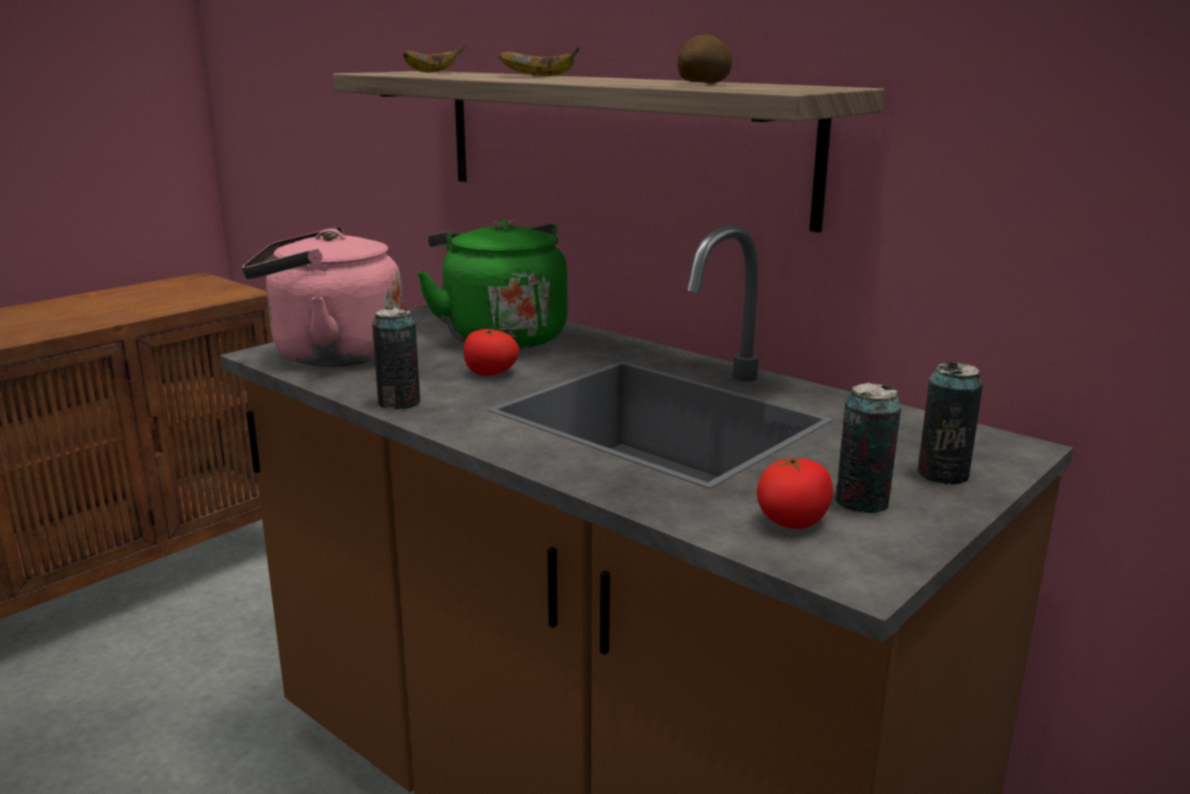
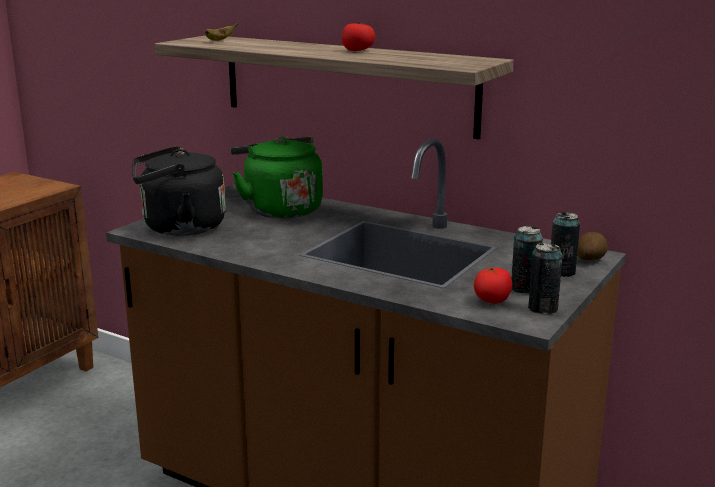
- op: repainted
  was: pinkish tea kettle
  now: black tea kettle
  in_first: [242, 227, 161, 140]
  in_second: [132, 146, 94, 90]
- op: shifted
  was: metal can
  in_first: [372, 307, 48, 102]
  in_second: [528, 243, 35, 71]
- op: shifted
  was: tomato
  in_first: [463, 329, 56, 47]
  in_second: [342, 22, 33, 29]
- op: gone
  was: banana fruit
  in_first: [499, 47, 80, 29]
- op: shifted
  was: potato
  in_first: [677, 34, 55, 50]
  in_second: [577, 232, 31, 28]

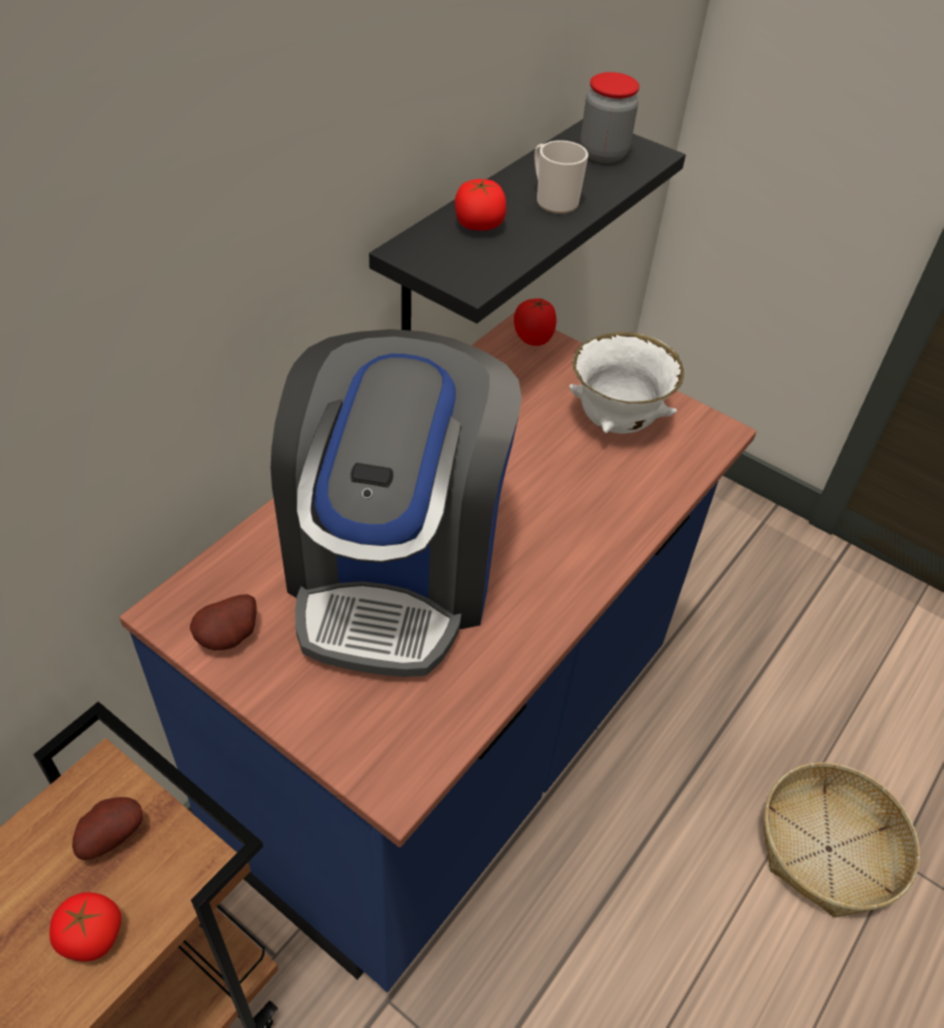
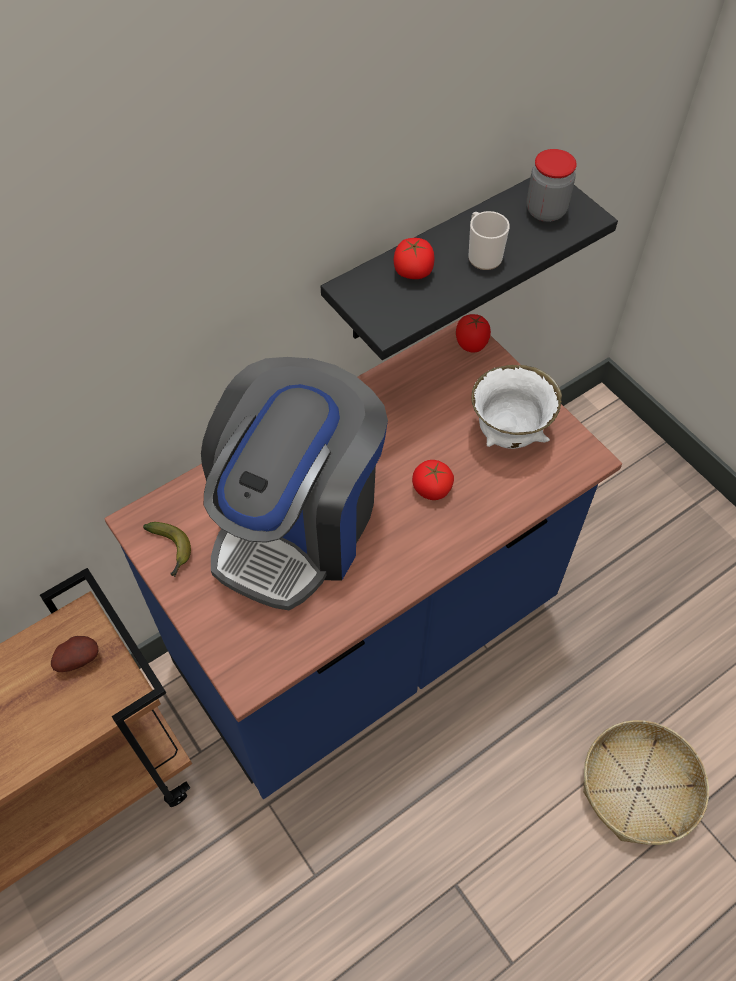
- op: shifted
  was: tomato
  in_first: [49, 892, 72, 70]
  in_second: [412, 460, 42, 40]
- op: swapped
  was: potato
  now: banana fruit
  in_first: [190, 594, 67, 56]
  in_second: [143, 522, 48, 55]

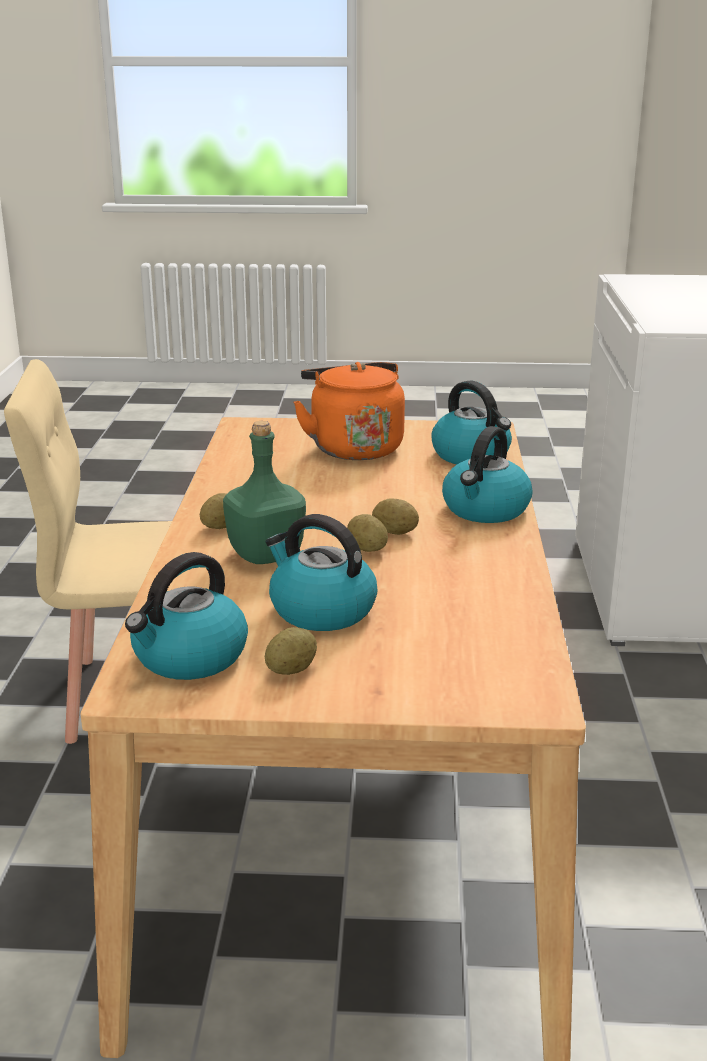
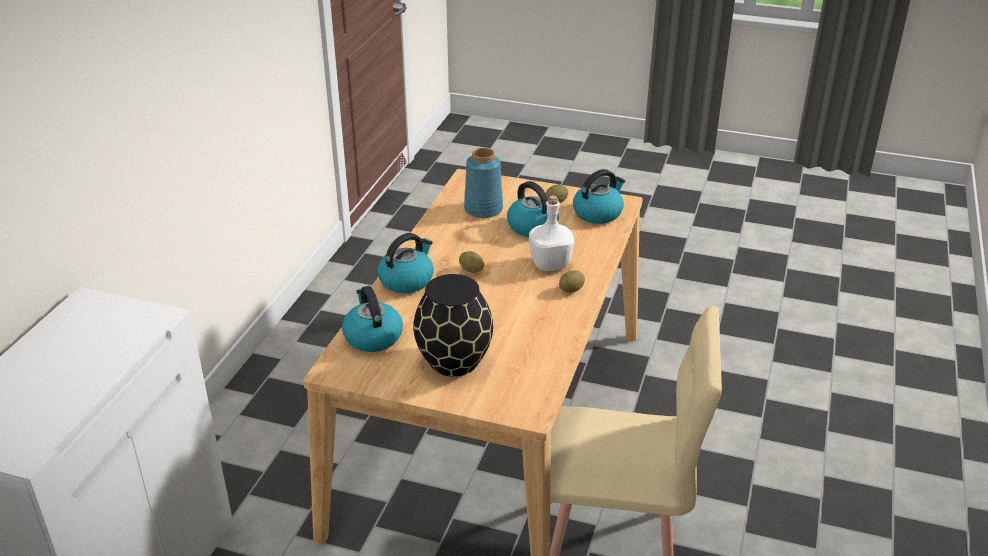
- op: repainted
  was: greenish beverage bottle
  now: white beverage bottle
  in_first: [223, 421, 83, 143]
  in_second: [529, 195, 45, 76]
- op: swapped
  was: orangey tea kettle
  now: black flower vase
  in_first: [294, 362, 111, 98]
  in_second: [413, 274, 80, 103]
- op: gone
  was: potato
  in_first: [347, 514, 41, 38]
- op: new
  now: blue-coloured flower vase
  in_second: [464, 148, 39, 70]

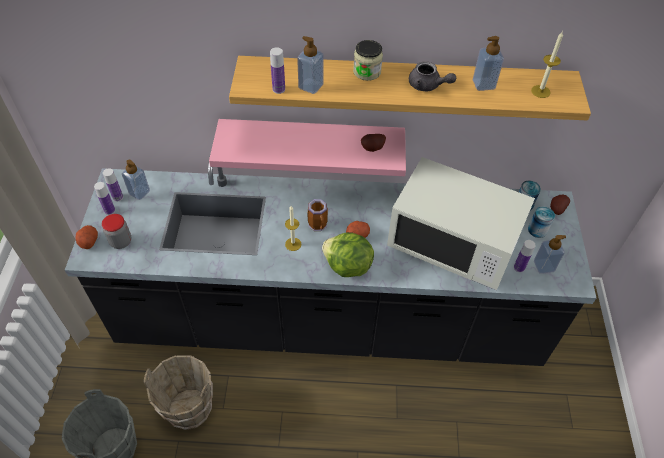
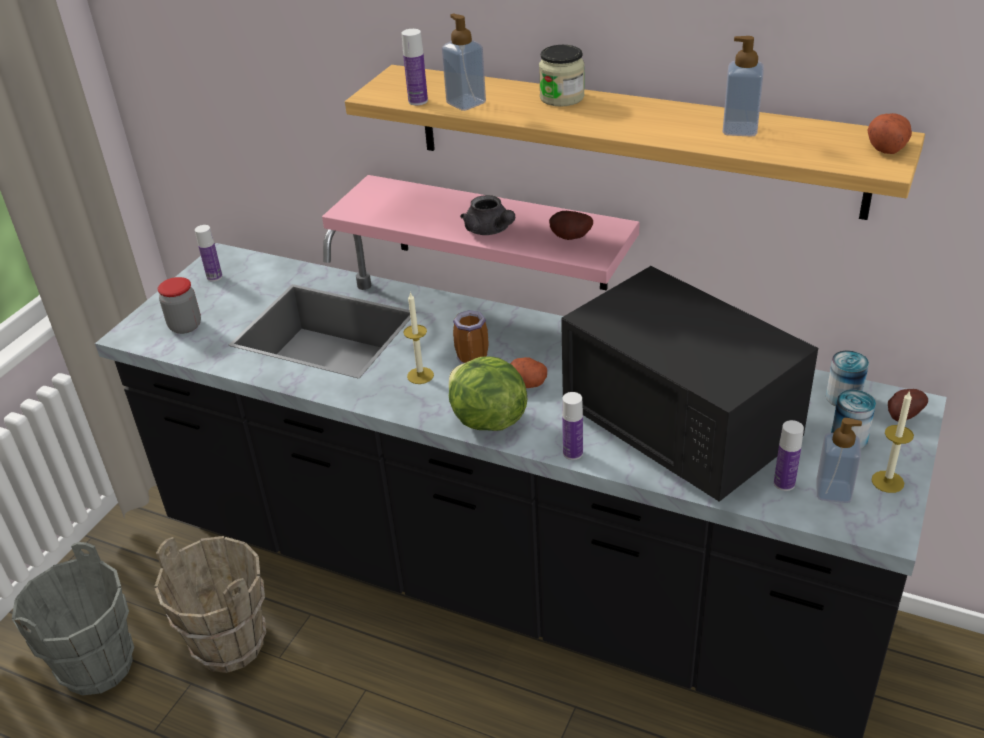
- op: shifted
  was: potato
  in_first: [75, 225, 23, 24]
  in_second: [867, 113, 45, 41]
- op: shifted
  was: beverage bottle
  in_first: [94, 182, 21, 33]
  in_second: [562, 392, 21, 68]
- op: gone
  was: soap bottle
  in_first: [122, 160, 28, 40]
- op: repainted
  was: white microwave
  now: black microwave
  in_first: [387, 157, 148, 133]
  in_second: [561, 266, 257, 236]
- op: shifted
  was: grey teapot
  in_first: [409, 61, 47, 30]
  in_second: [460, 195, 55, 40]
- op: shifted
  was: candle
  in_first: [531, 32, 32, 66]
  in_second: [872, 391, 42, 102]

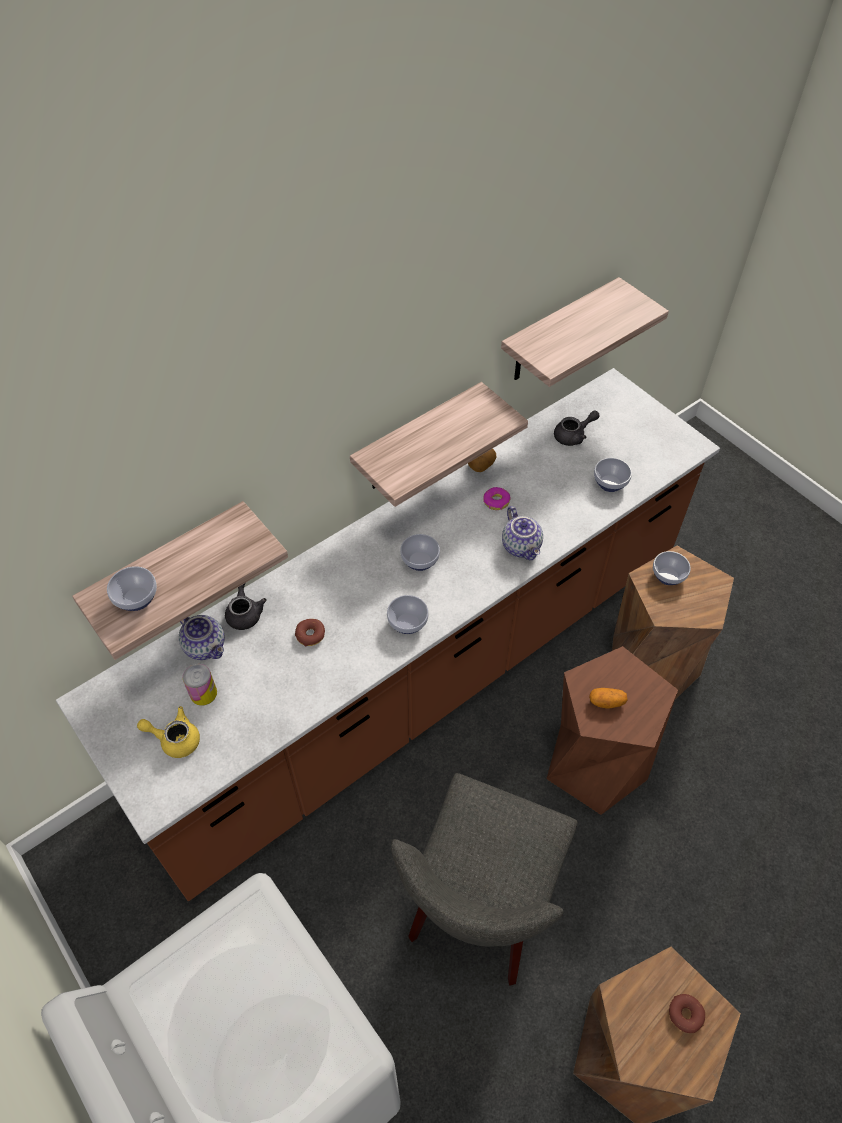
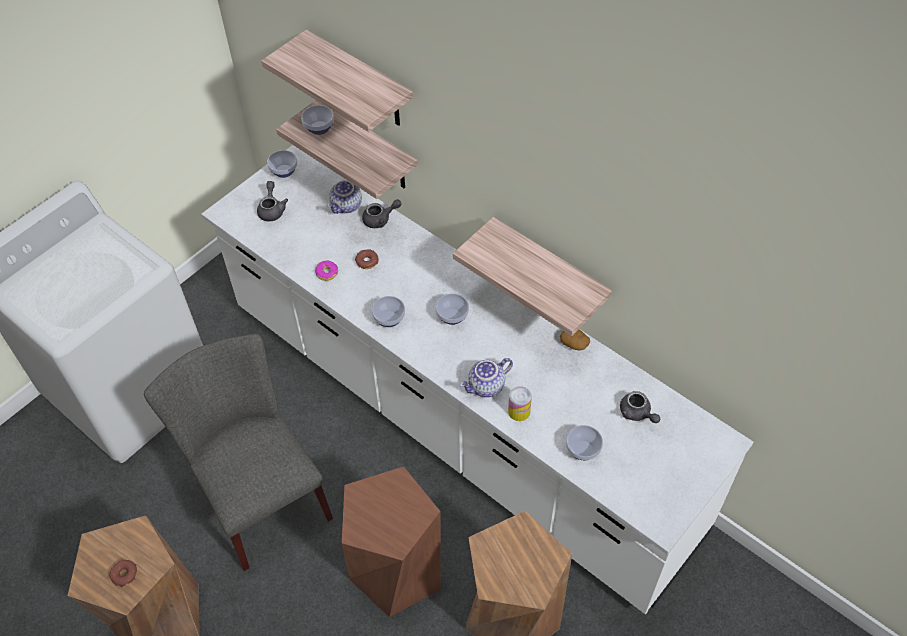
- op: repainted
  was: brown kitchen counter
  now: white kitchen counter
  in_first: [56, 368, 664, 533]
  in_second: [201, 145, 553, 469]
- op: repainted
  was: yellow-coloured teapot
  now: grey teapot
  in_first: [137, 706, 63, 52]
  in_second: [257, 181, 31, 41]
- op: shifted
  was: metal can
  in_first: [183, 664, 34, 42]
  in_second: [508, 386, 24, 35]
- op: rotated
  was: grey plain chair
  in_first: [391, 773, 187, 213]
  in_second: [144, 334, 189, 237]
  clockwise: 45
- op: shifted
  was: donut
  in_first: [483, 487, 28, 23]
  in_second: [315, 260, 23, 21]
- op: shifted
  was: bracket shelf
  in_first: [501, 277, 168, 110]
  in_second: [261, 30, 152, 102]
- op: gone
  was: potato
  in_first: [589, 688, 39, 21]
- op: shifted
  was: deep dish
  in_first: [653, 551, 38, 34]
  in_second: [267, 150, 30, 28]

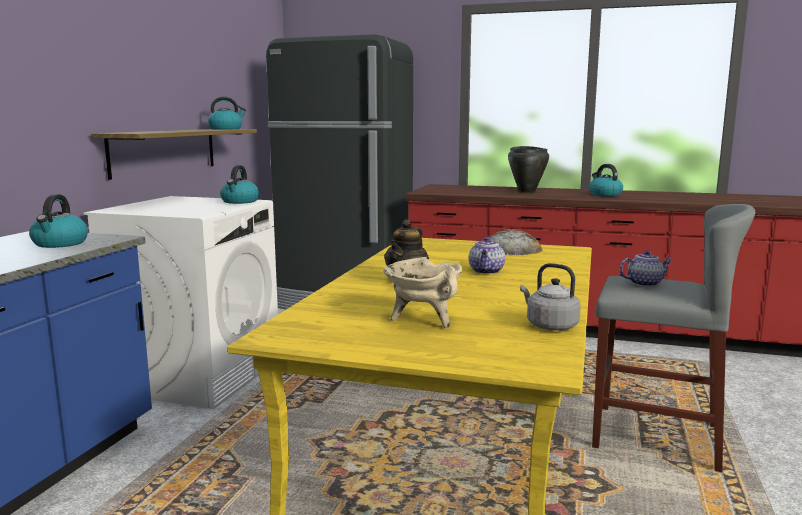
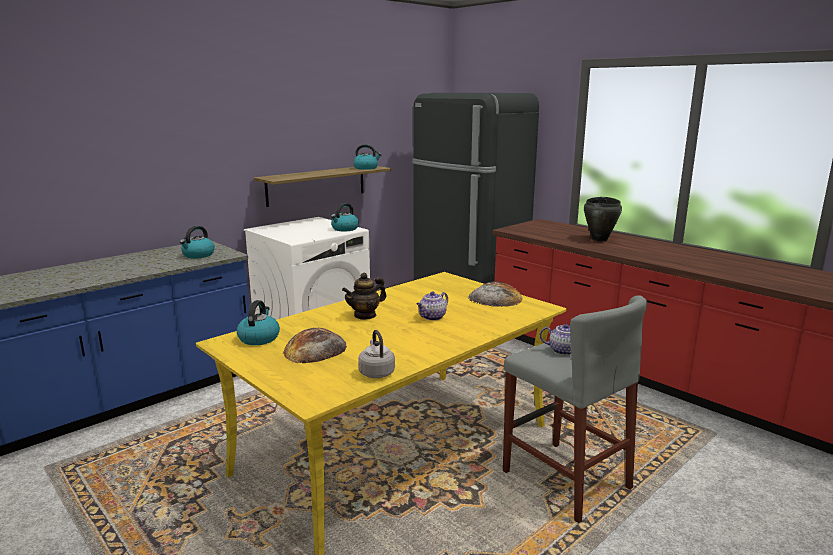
- op: swapped
  was: sand-coloured cooking pot
  now: baked bread
  in_first: [383, 257, 79, 72]
  in_second: [283, 328, 64, 35]
- op: shifted
  was: tea kettle
  in_first: [589, 164, 34, 32]
  in_second: [237, 300, 43, 45]

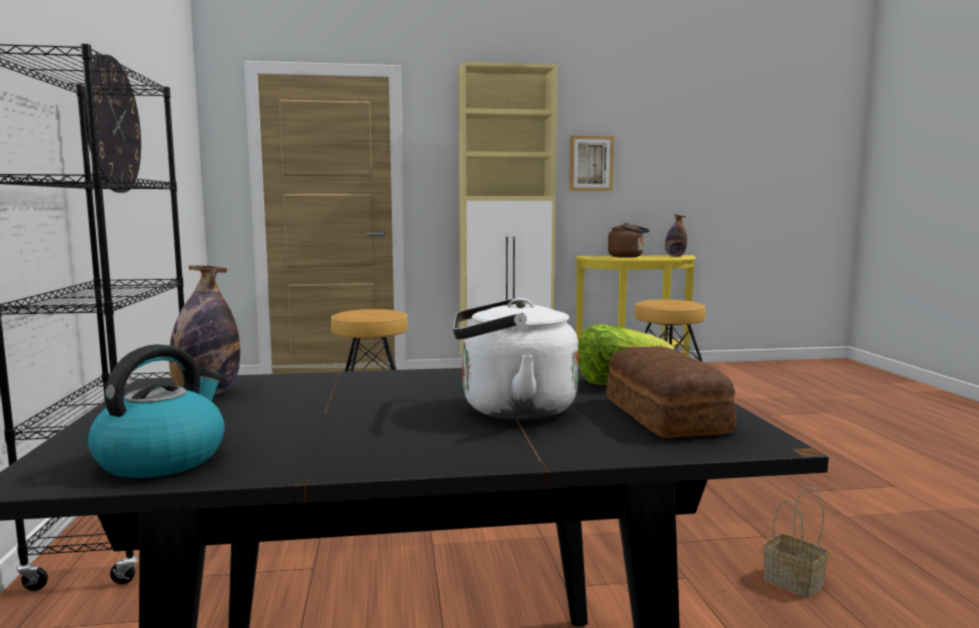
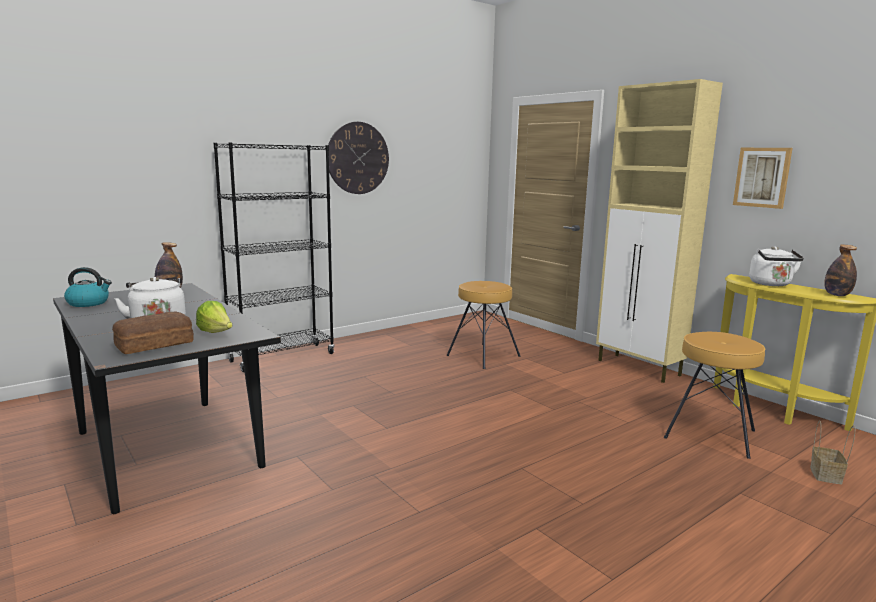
- op: repainted
  was: brown tea kettle
  now: white tea kettle
  in_first: [608, 223, 42, 35]
  in_second: [749, 247, 55, 39]
- op: shifted
  was: storage basket
  in_first: [763, 487, 66, 111]
  in_second: [810, 420, 45, 65]

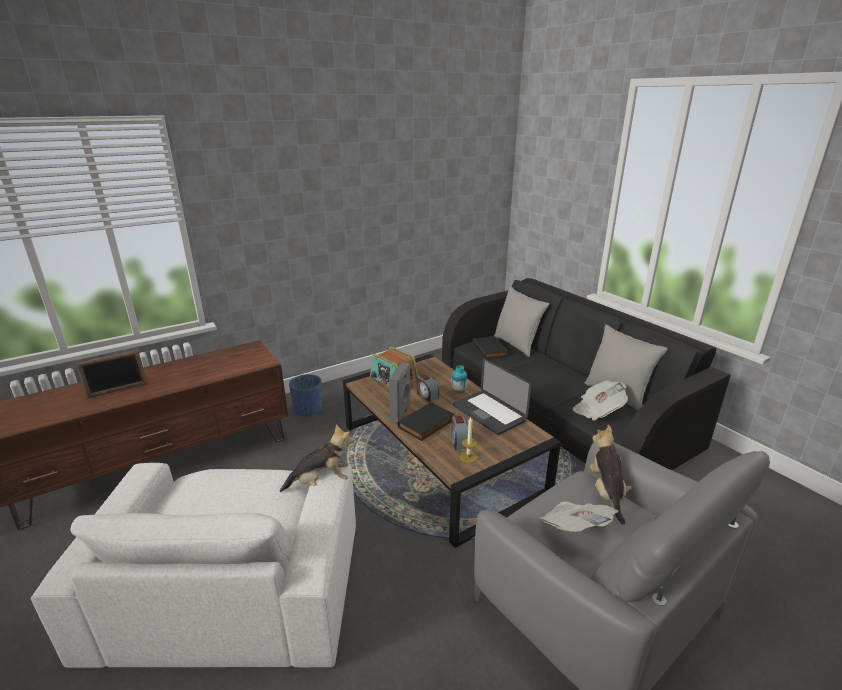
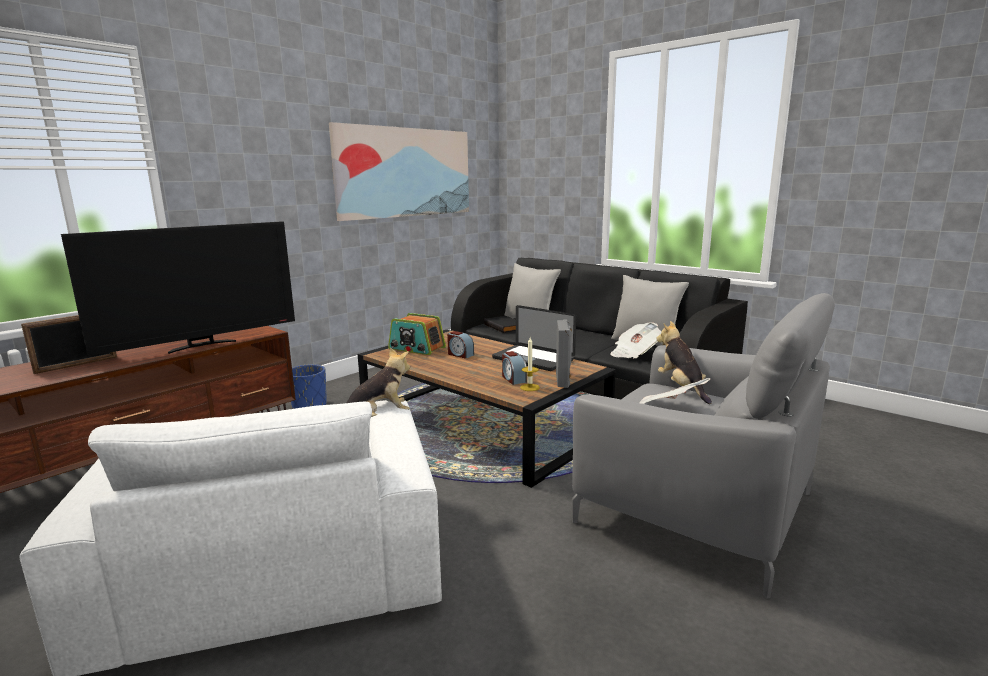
- op: shifted
  was: grey audio speaker
  in_first: [389, 363, 22, 59]
  in_second: [556, 320, 16, 68]
- op: gone
  was: black volume
  in_first: [398, 402, 57, 39]
- op: gone
  was: flower vase
  in_first: [451, 365, 16, 29]
- op: new
  now: television
  in_second: [61, 221, 234, 135]
- op: new
  now: wall art
  in_second: [329, 122, 140, 99]

